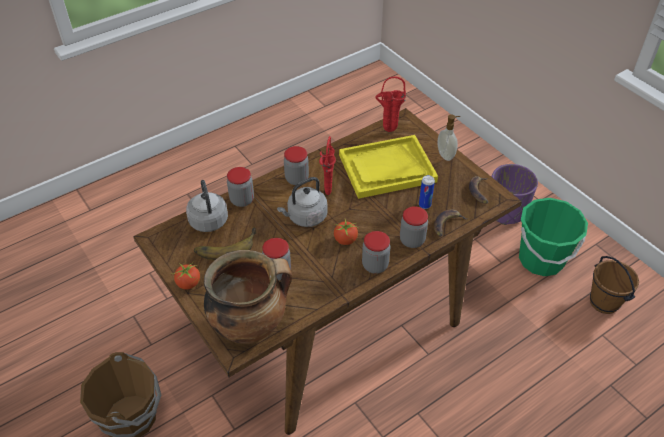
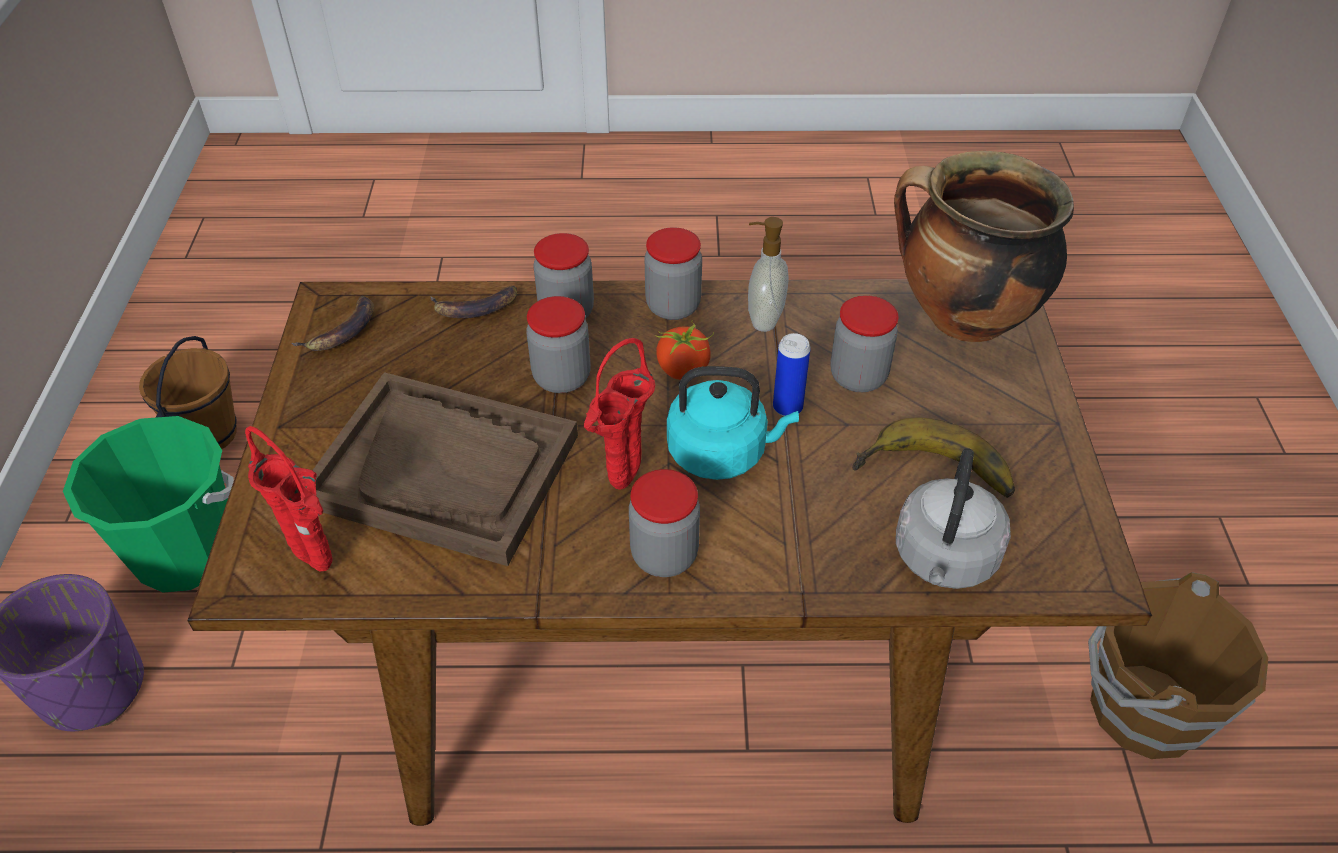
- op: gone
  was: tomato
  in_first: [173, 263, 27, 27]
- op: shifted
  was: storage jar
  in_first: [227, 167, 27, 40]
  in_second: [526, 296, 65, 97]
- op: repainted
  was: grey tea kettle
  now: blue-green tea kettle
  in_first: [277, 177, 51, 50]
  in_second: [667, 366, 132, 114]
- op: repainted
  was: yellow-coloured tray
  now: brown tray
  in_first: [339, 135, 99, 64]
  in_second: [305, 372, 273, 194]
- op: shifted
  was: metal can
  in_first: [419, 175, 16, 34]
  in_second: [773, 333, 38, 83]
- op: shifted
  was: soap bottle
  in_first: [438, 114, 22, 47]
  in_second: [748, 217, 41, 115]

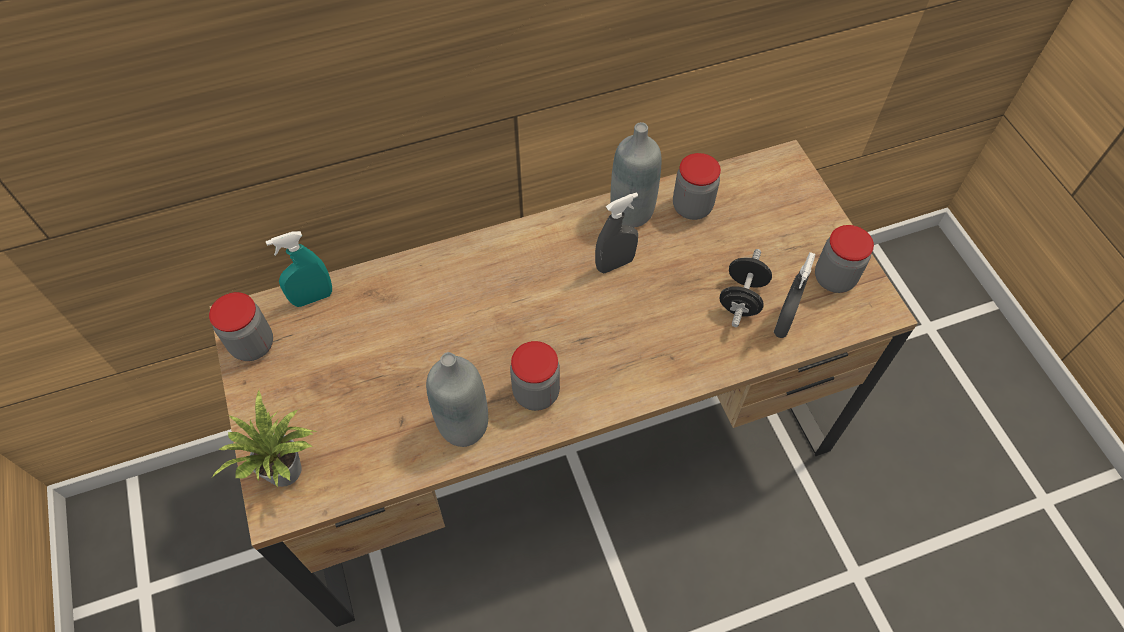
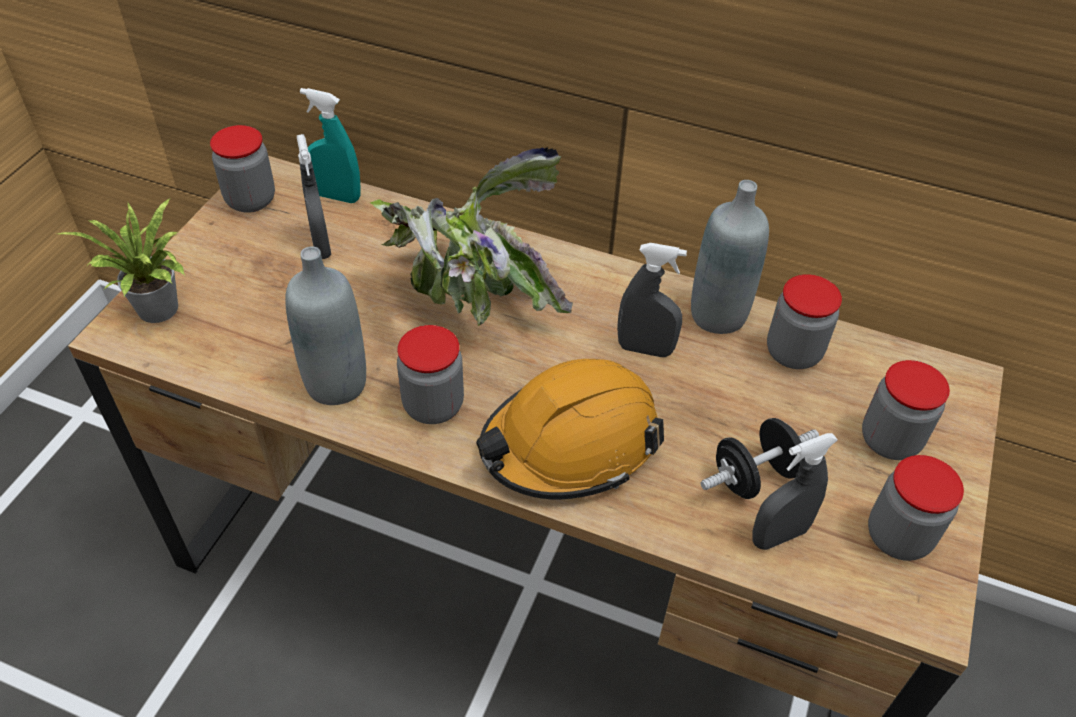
- op: new
  now: grey hand sprayer
  in_second: [297, 134, 34, 125]
- op: new
  now: plant in a pot
  in_second: [370, 147, 203, 179]
- op: new
  now: orangey hard hat
  in_second: [476, 359, 188, 140]
- op: new
  now: storage jar
  in_second: [862, 360, 88, 100]

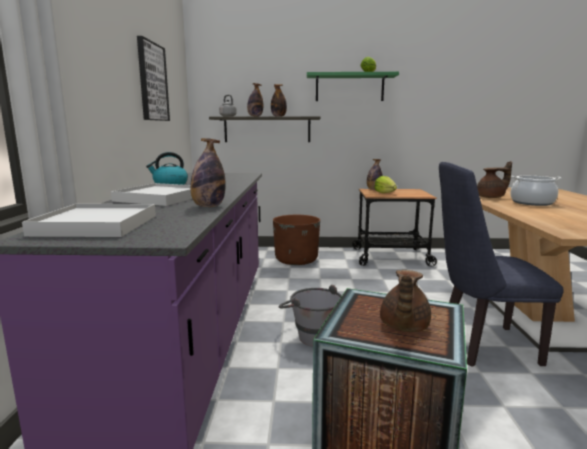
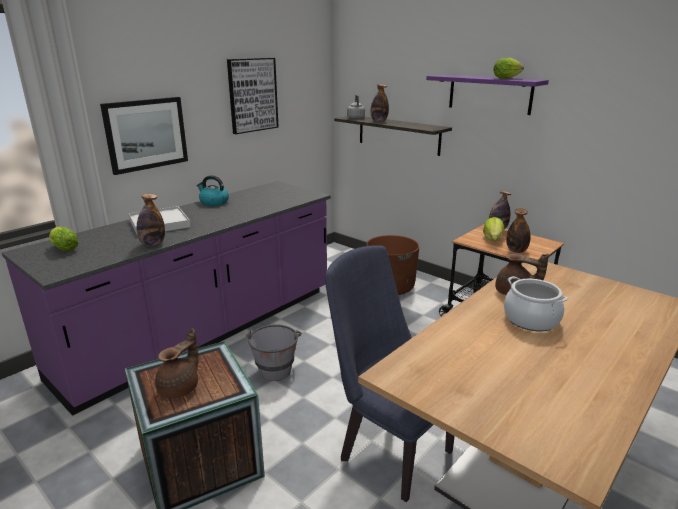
- op: swapped
  was: white tray
  now: lettuce head
  in_first: [22, 204, 134, 33]
  in_second: [49, 227, 30, 25]
- op: shifted
  was: beverage bottle
  in_first: [271, 84, 16, 33]
  in_second: [506, 208, 24, 45]
- op: repainted
  was: greenish bracket shelf
  now: purple-coloured bracket shelf
  in_first: [307, 72, 92, 29]
  in_second: [426, 74, 123, 41]
- op: rotated
  was: brown teapot
  in_first: [380, 270, 51, 62]
  in_second: [155, 328, 44, 70]
  clockwise: 150
- op: new
  now: wall art
  in_second: [100, 97, 88, 78]

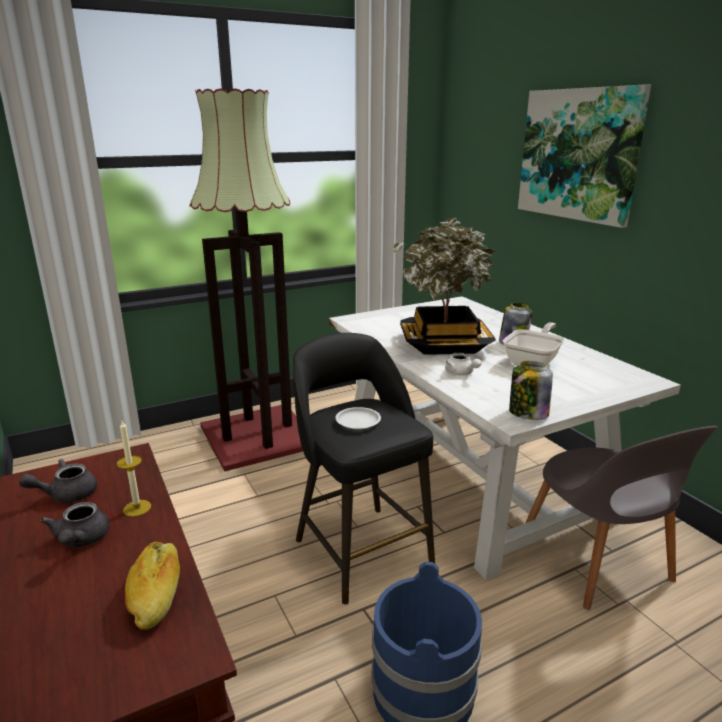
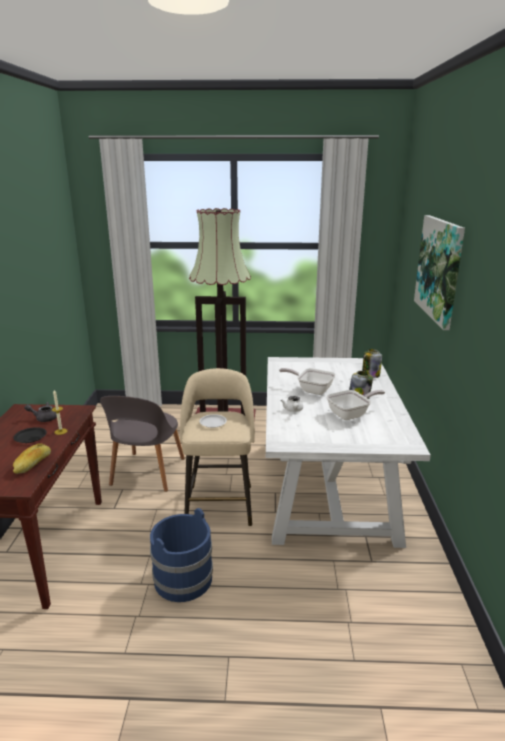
- op: swapped
  was: grey teapot
  now: black dinner plate
  in_first: [41, 502, 69, 45]
  in_second: [13, 427, 34, 16]
- op: repainted
  was: black sitting stool
  now: sand-coloured sitting stool
  in_first: [293, 333, 142, 272]
  in_second: [180, 368, 75, 158]
- op: swapped
  was: plant in a pot
  now: skillet
  in_first: [391, 218, 105, 137]
  in_second: [279, 368, 57, 27]
- op: shifted
  was: storage jar
  in_first: [509, 361, 44, 59]
  in_second: [362, 349, 20, 29]
- op: shifted
  was: grey plain chair
  in_first: [525, 426, 193, 184]
  in_second: [100, 396, 85, 96]

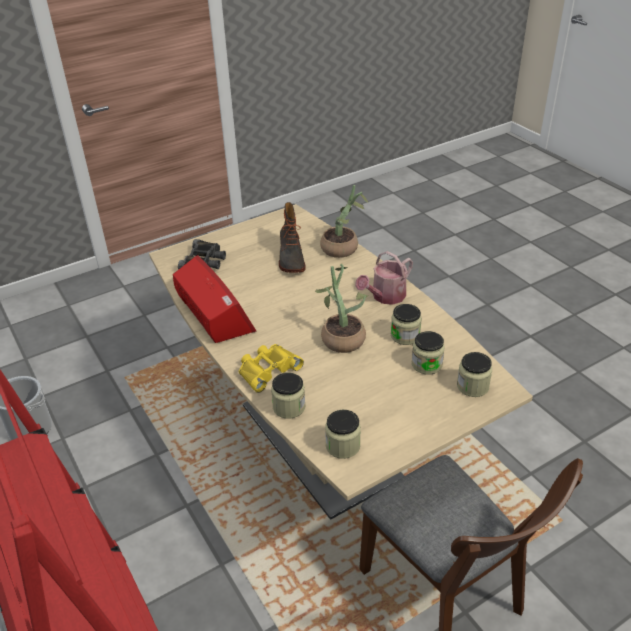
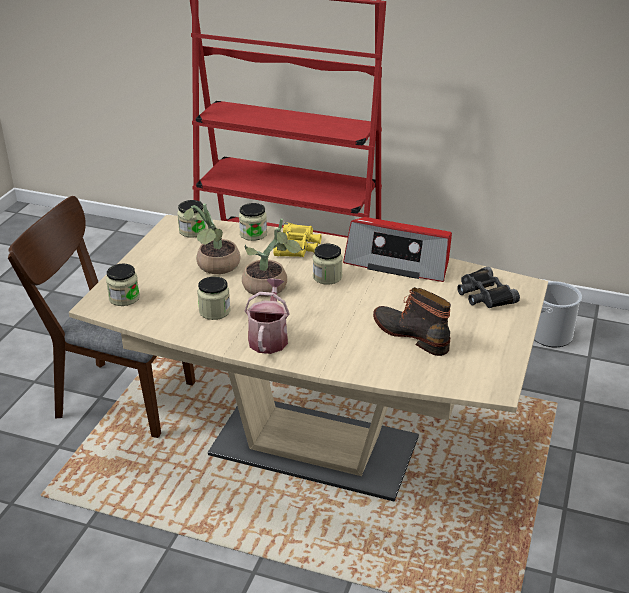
- op: shifted
  was: plant in a pot
  in_first: [320, 185, 48, 73]
  in_second: [184, 204, 57, 70]
- op: shifted
  was: storage jar
  in_first: [412, 331, 33, 44]
  in_second: [313, 244, 30, 41]

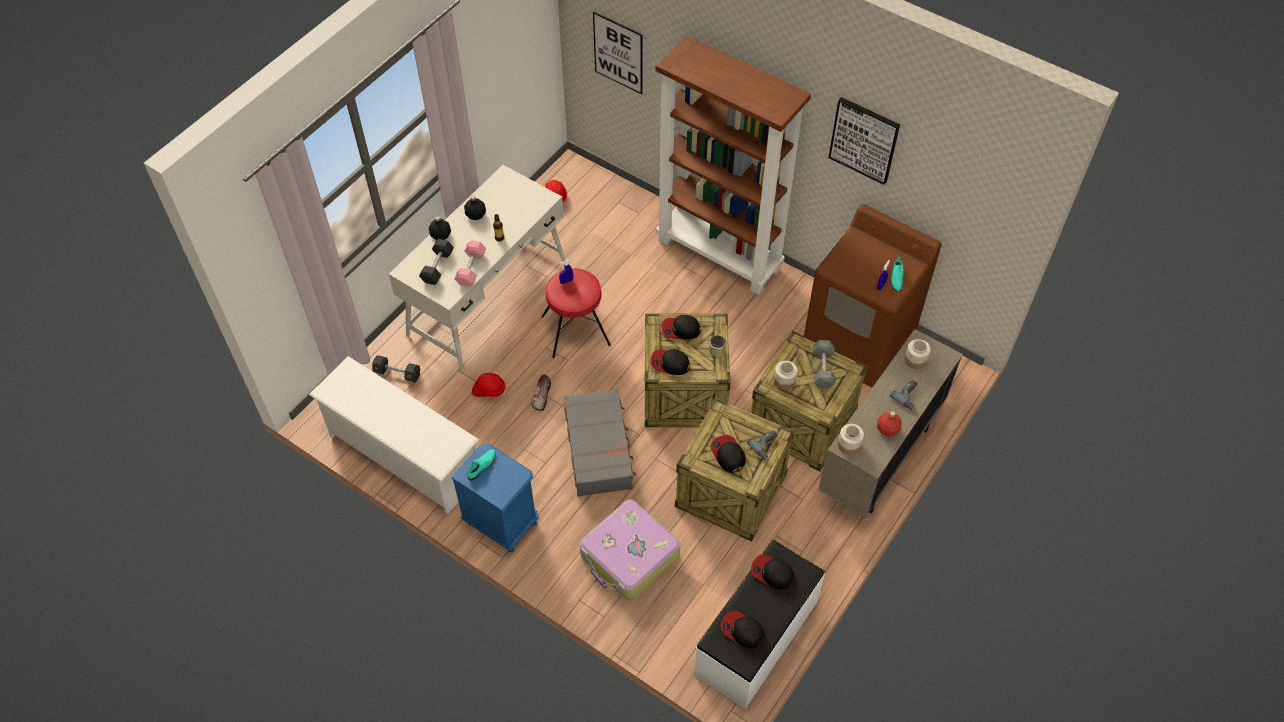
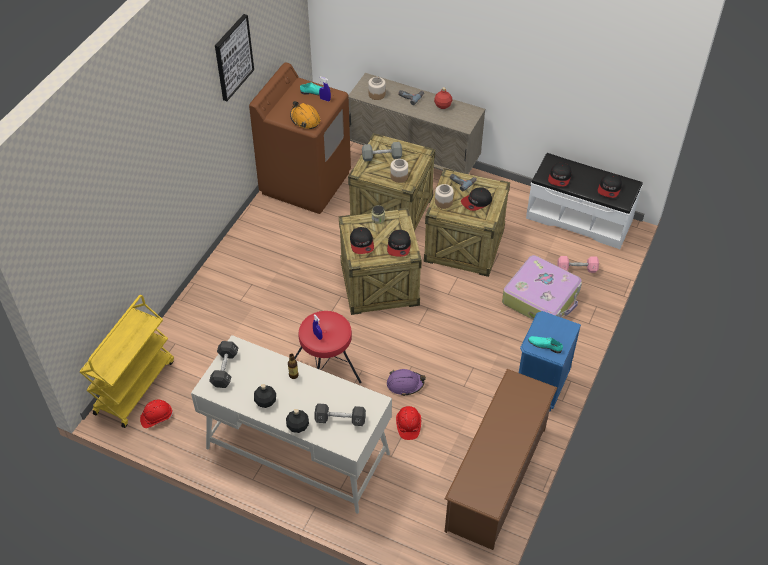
- op: repainted
  was: white shoe stand
  now: brown shoe stand
  in_first: [309, 356, 170, 158]
  in_second: [445, 369, 112, 181]
- op: shifted
  was: black dumbbell
  in_first: [372, 355, 48, 27]
  in_second: [209, 341, 30, 47]
- op: shifted
  was: pinkish dumbbell
  in_first: [454, 240, 32, 47]
  in_second: [557, 256, 42, 17]
- op: swapped
  was: item of footwear
  now: purple-coloured hard hat
  in_first: [531, 374, 20, 37]
  in_second: [387, 369, 39, 26]
- op: gone
  was: grey travel case
  in_first: [564, 389, 72, 108]
- op: gone
  was: wall art
  in_first: [593, 11, 50, 84]
- op: gone
  was: brown bookshelf
  in_first: [655, 35, 156, 260]
- op: shifted
  was: storage jar
  in_first: [838, 424, 26, 31]
  in_second: [435, 184, 19, 25]
- op: new
  now: yellow-coloured trolley
  in_second: [80, 295, 94, 133]
- op: new
  now: orangey hard hat
  in_second: [290, 101, 30, 28]

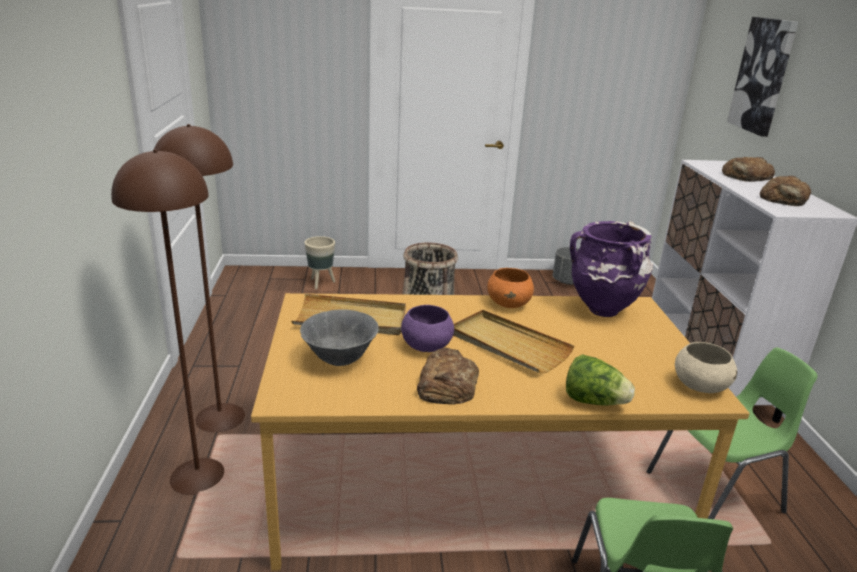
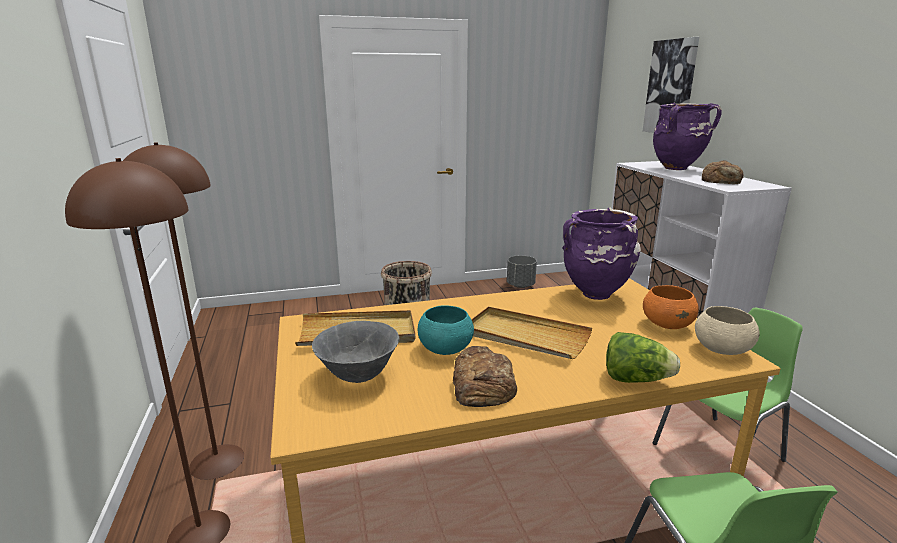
- op: gone
  was: sand-coloured plant pot
  in_first: [304, 236, 31, 53]
- op: repainted
  was: purple-coloured deep dish
  now: blue-green deep dish
  in_first: [401, 305, 53, 47]
  in_second: [417, 305, 57, 50]
- op: shifted
  was: orangey deep dish
  in_first: [487, 268, 47, 40]
  in_second: [643, 285, 56, 44]
- op: swapped
  was: baked bread
  now: purple-coloured flower vase
  in_first: [722, 157, 53, 25]
  in_second: [653, 103, 69, 67]

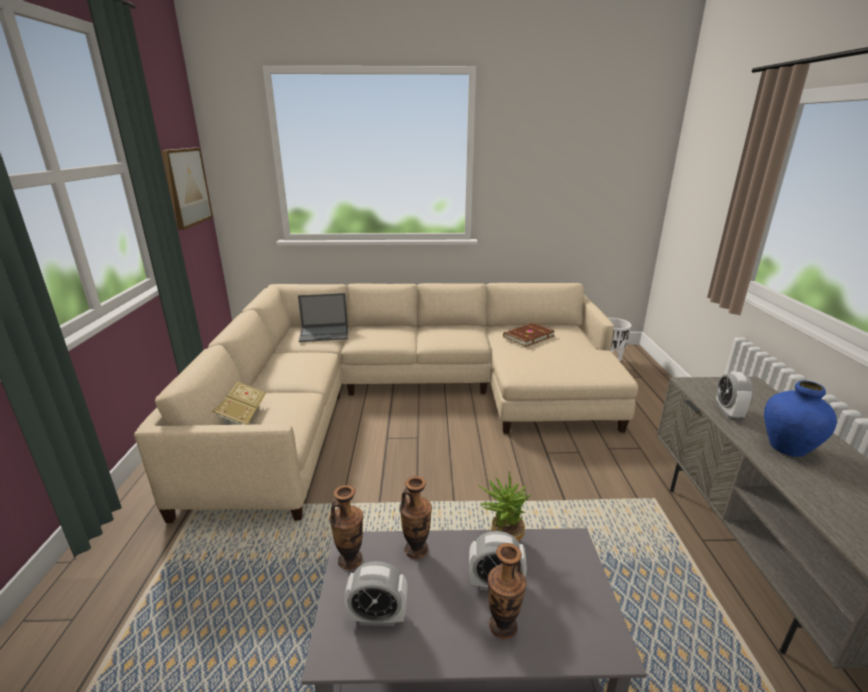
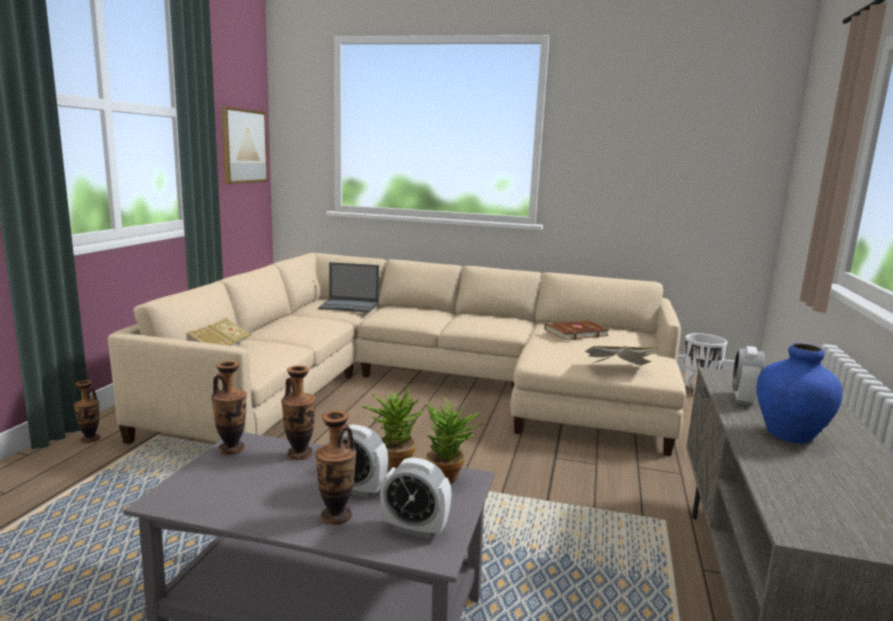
- op: shifted
  was: alarm clock
  in_first: [344, 561, 64, 65]
  in_second: [380, 457, 72, 82]
- op: new
  now: flower vase
  in_second: [74, 380, 26, 63]
- op: new
  now: plant in a pot
  in_second: [426, 397, 59, 87]
- op: new
  now: volume
  in_second: [585, 346, 72, 20]

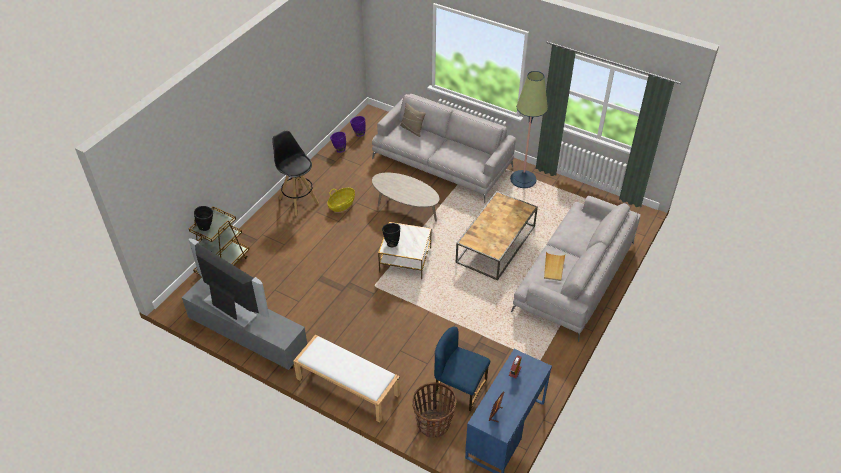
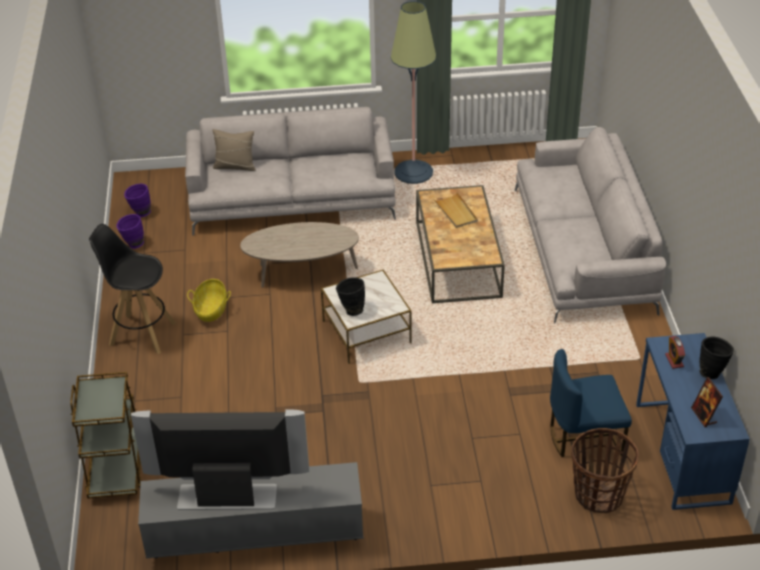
- op: shifted
  was: black flower vase
  in_first: [194, 206, 19, 25]
  in_second: [699, 337, 35, 42]
- op: gone
  was: white bench
  in_first: [293, 335, 107, 87]
- op: shifted
  was: sand-coloured tray
  in_first: [544, 252, 21, 29]
  in_second: [434, 192, 44, 36]

